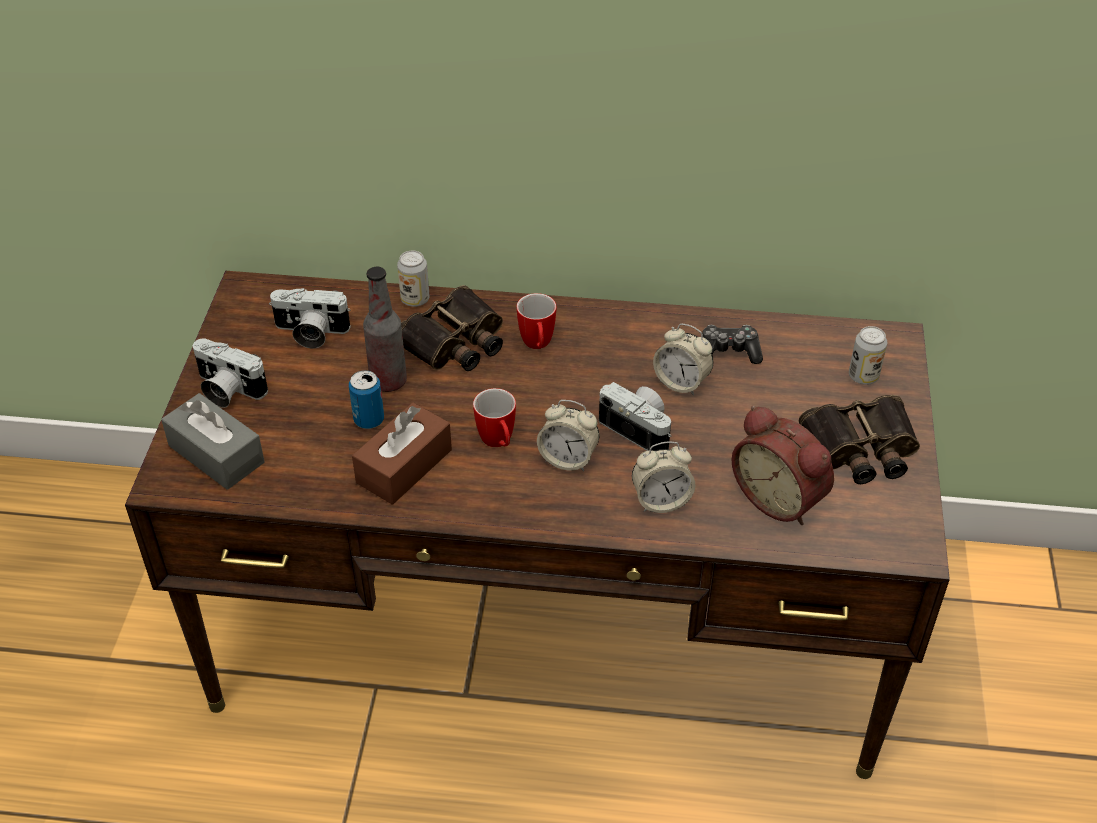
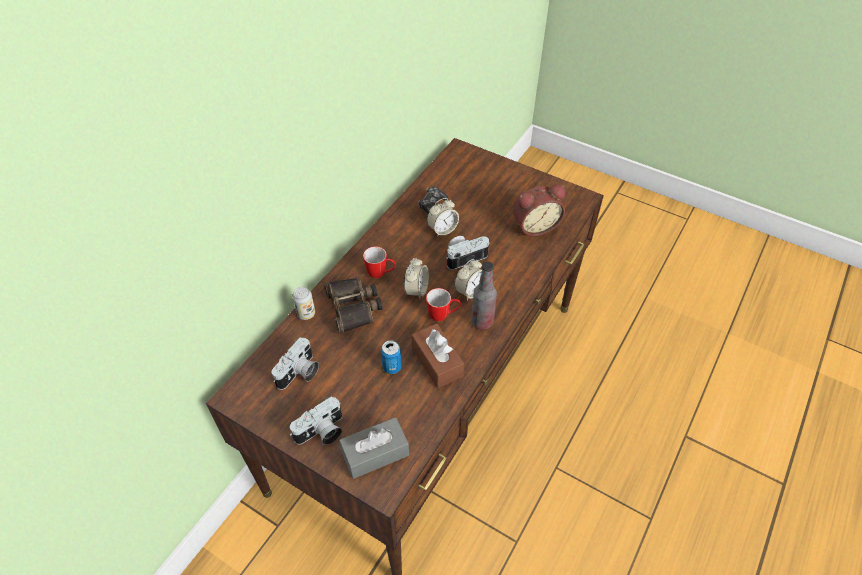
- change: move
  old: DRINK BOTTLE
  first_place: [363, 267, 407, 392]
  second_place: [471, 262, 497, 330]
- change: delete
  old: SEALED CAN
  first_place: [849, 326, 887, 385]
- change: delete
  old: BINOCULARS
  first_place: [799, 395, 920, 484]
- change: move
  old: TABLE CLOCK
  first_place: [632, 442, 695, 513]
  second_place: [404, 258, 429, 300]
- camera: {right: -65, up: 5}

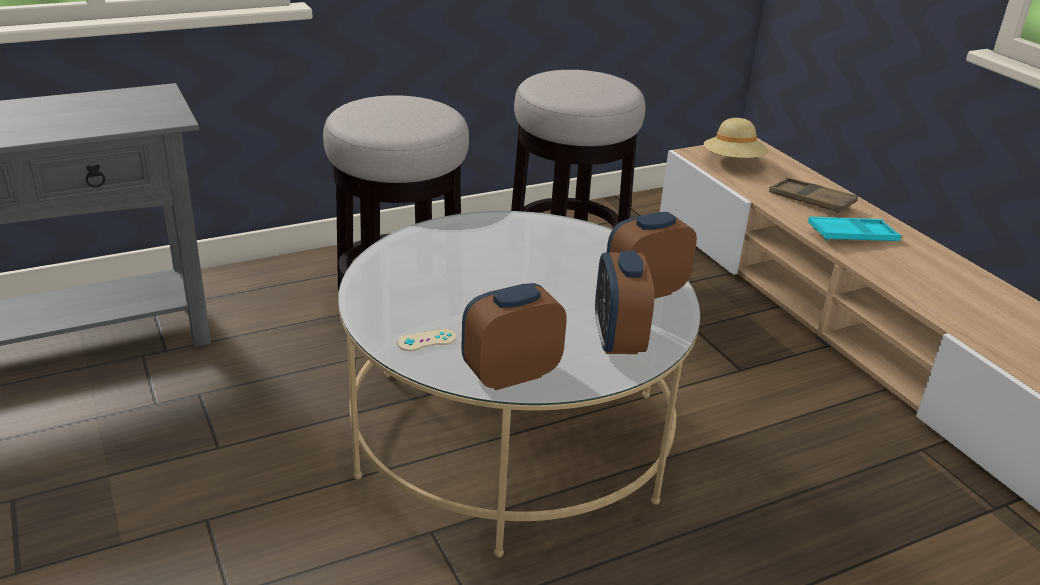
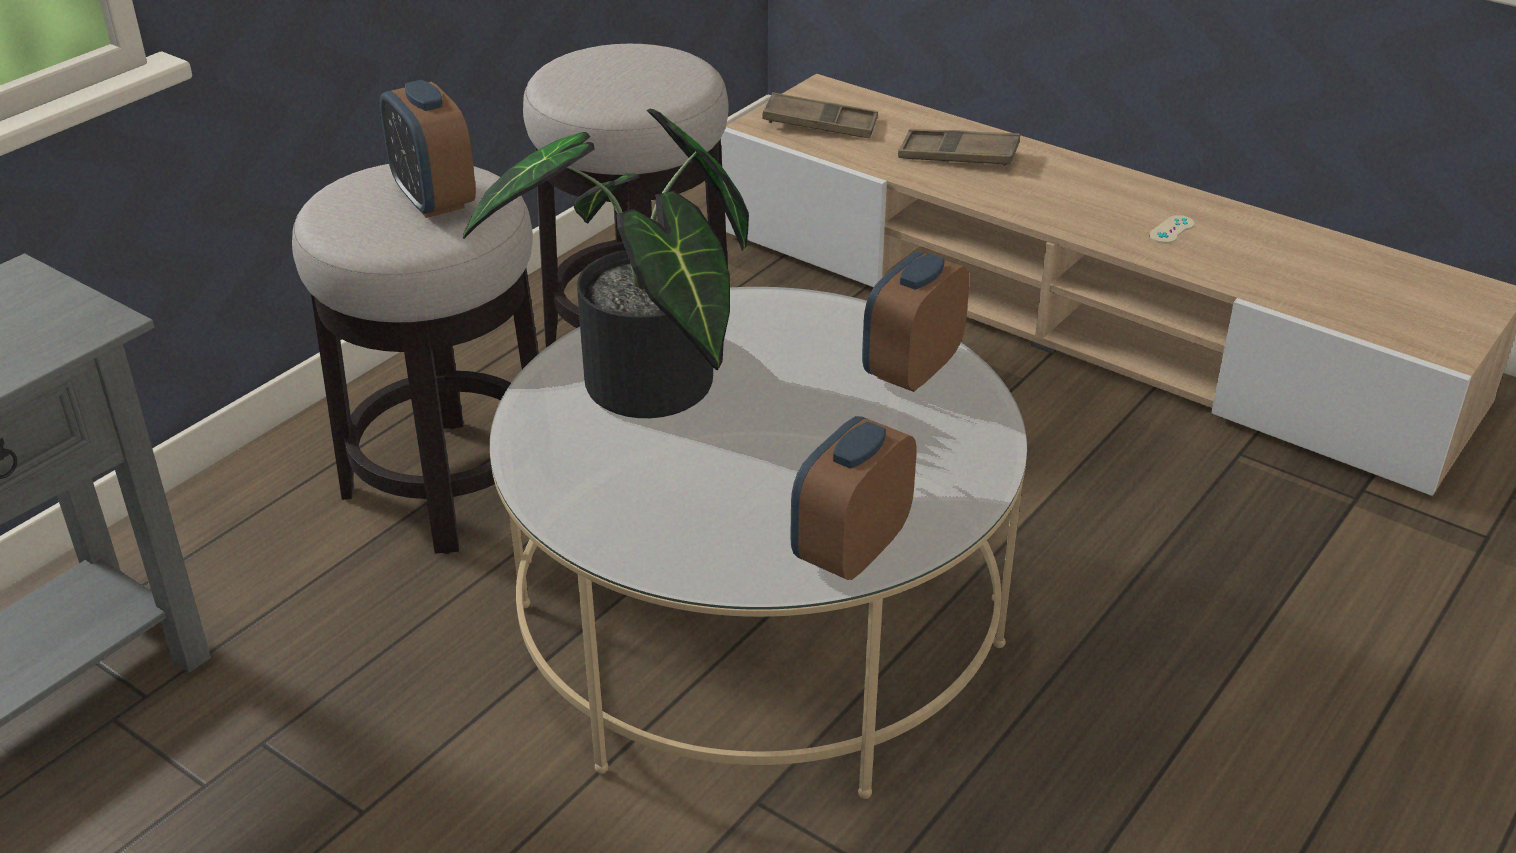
- change: replace
  old: SAND-COLOURED CLOTHING HAT
  new: BROWN-COLOURED CARRYING TRAY
  first_place: [704, 118, 769, 158]
  second_place: [762, 92, 878, 138]
- change: delete
  old: TURQUOISE CARRYING TRAY
  first_place: [808, 216, 901, 241]
- change: move
  old: TABLE CLOCK
  first_place: [595, 251, 654, 354]
  second_place: [380, 80, 476, 218]
- change: move
  old: SAND-COLOURED GAME CONTROLLER
  first_place: [397, 329, 456, 351]
  second_place: [1149, 215, 1195, 244]
- change: insert
  new: POTTED PLANT
  second_place: [463, 109, 749, 418]
- camera: {right: -25, up: 5}

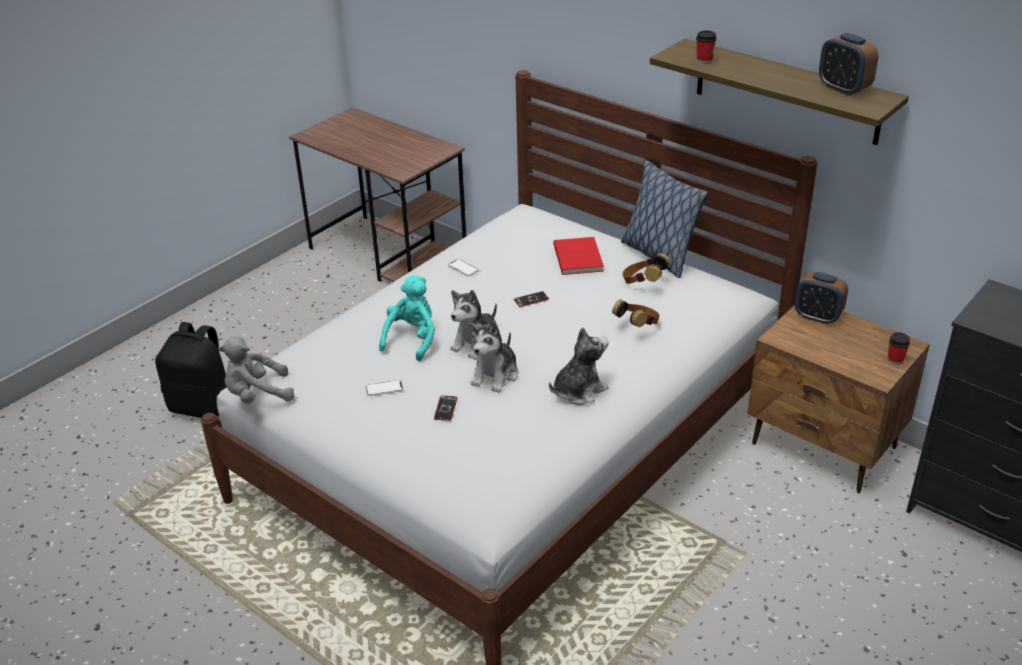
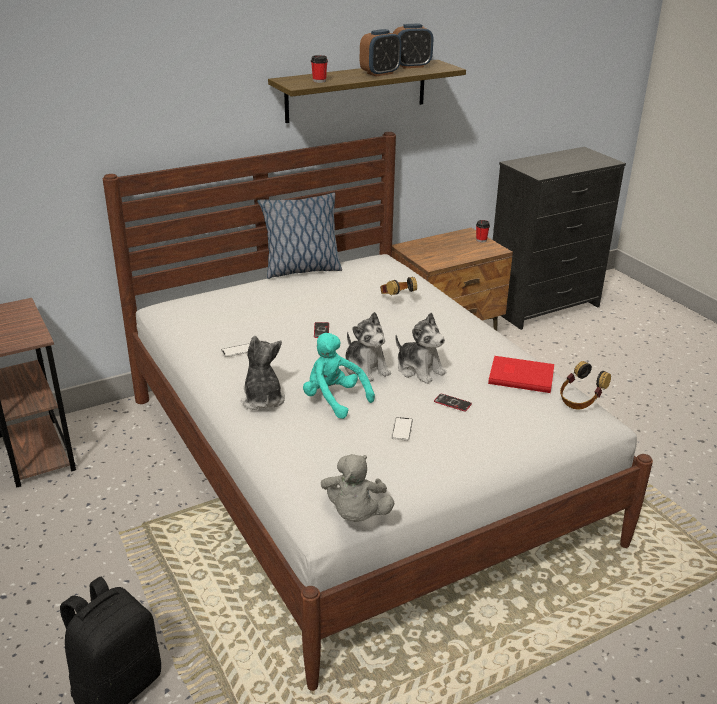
- change: move
  old: RED-COLOURED VOLUME
  first_place: [553, 237, 604, 275]
  second_place: [488, 356, 554, 393]
- change: move
  old: PAIR OF HEADPHONES
  first_place: [622, 253, 670, 284]
  second_place: [560, 361, 611, 410]
- change: move
  old: TABLE CLOCK
  first_place: [795, 271, 848, 325]
  second_place: [360, 29, 401, 77]
- change: move
  old: SOFT TOY
  first_place: [549, 327, 609, 405]
  second_place: [241, 336, 285, 410]
- camera: {right: -70, up: -5}

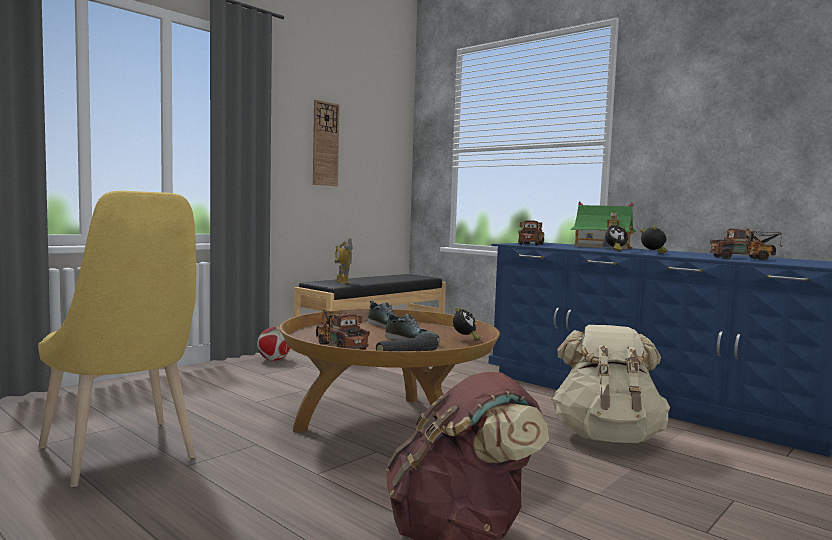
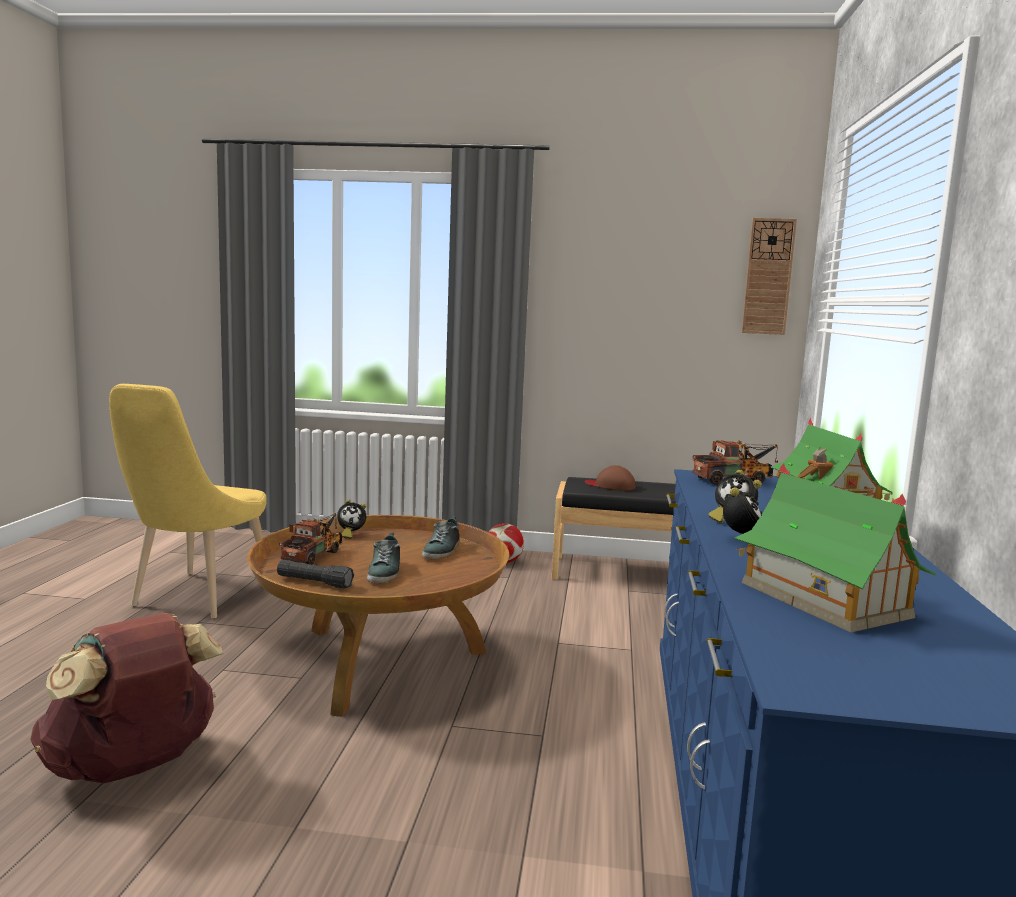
- change: move
  old: WALL CLOCK
  first_place: [313, 100, 340, 186]
  second_place: [742, 218, 797, 335]
- change: replace
  old: TOY TRUCK
  new: MODEL HOUSE
  first_place: [710, 228, 782, 260]
  second_place: [735, 463, 936, 632]
- change: replace
  old: ROBOT FIGURE
  new: BROWN-COLOURED BASEBALL CAP
  first_place: [335, 238, 353, 284]
  second_place: [585, 465, 636, 491]
- change: move
  old: TABLE CLOCK
  first_place: [453, 307, 480, 341]
  second_place: [337, 499, 366, 539]
- change: delete
  old: SAND-COLOURED BACKPACK
  first_place: [551, 325, 670, 443]
- camera: {right: 55, up: 5}

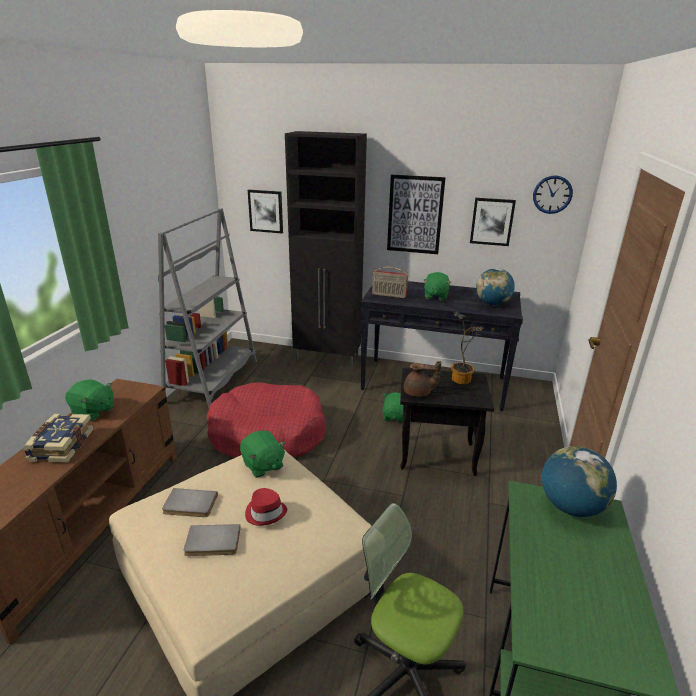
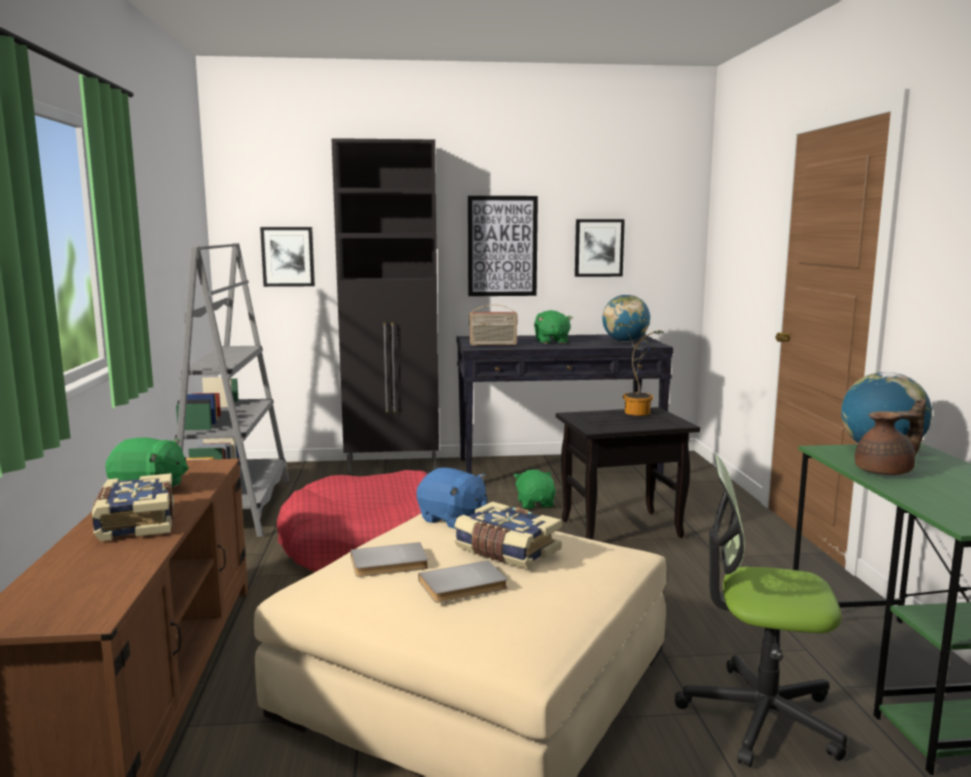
- change: delete
  old: WALL CLOCK
  first_place: [533, 175, 573, 214]
- change: move
  old: BROWN-COLOURED TEAPOT
  first_place: [404, 361, 441, 397]
  second_place: [855, 398, 926, 475]
- change: recolor
  old: GREENISH SOFT TOY
  new: BLUISH SOFT TOY
  first_place: [240, 431, 286, 478]
  second_place: [416, 468, 487, 529]
- change: replace
  old: RED-COLOURED CLOTHING HAT
  new: VOLUME
  first_place: [245, 488, 287, 526]
  second_place: [454, 502, 562, 569]
- camera: {right: -20, up: -15}

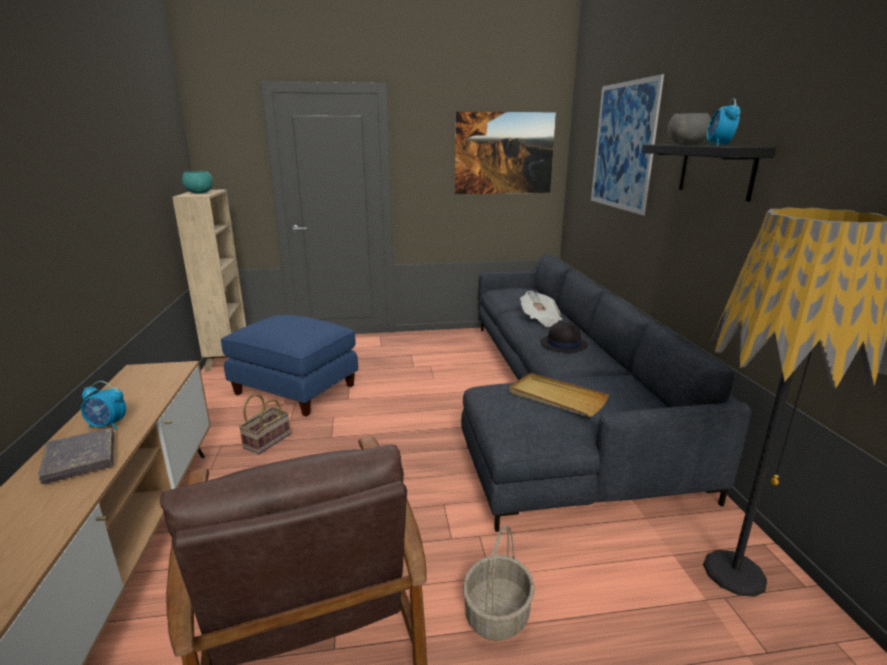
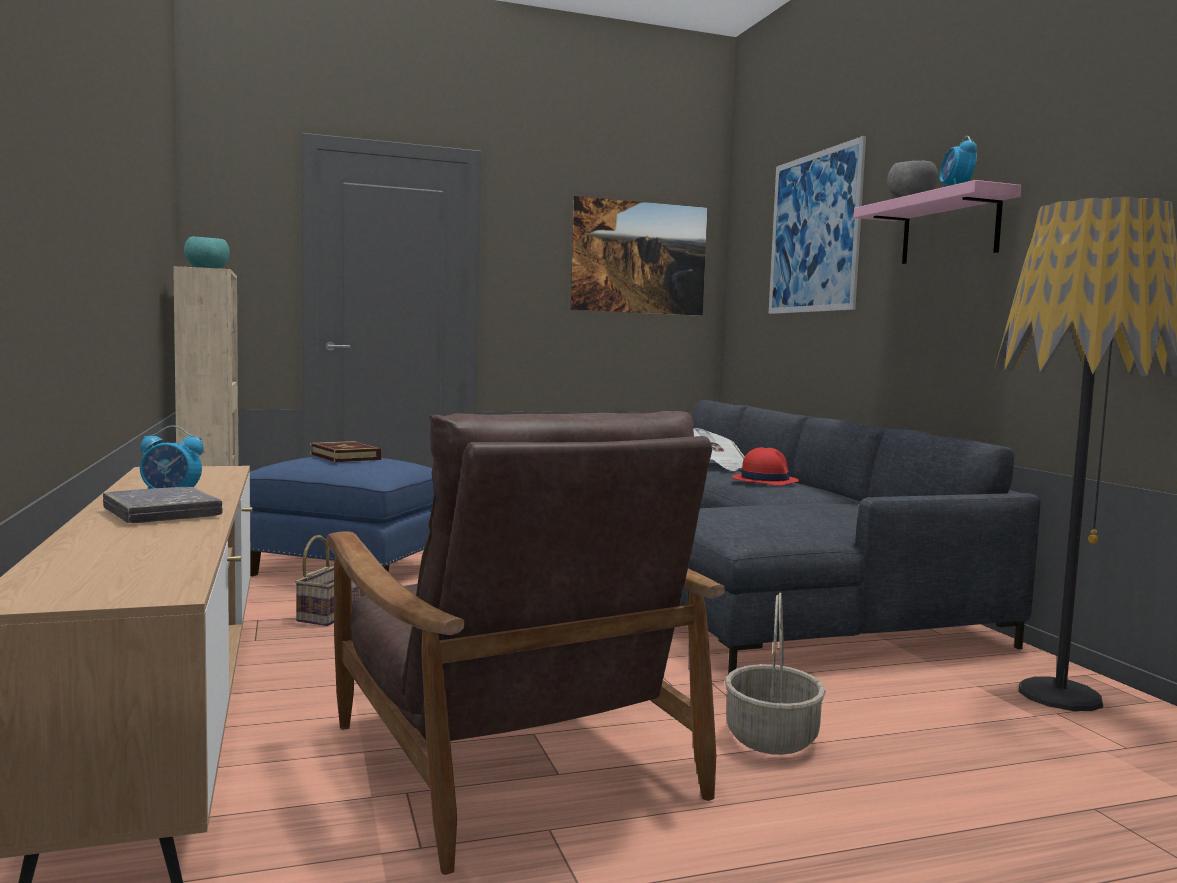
- change: recolor
  old: BLACKISH BRACKET SHELF
  new: PINK BRACKET SHELF
  first_place: [642, 144, 776, 202]
  second_place: [854, 180, 1021, 264]
- change: recolor
  old: BLACKISH CLOTHING HAT
  new: RED-COLOURED CLOTHING HAT
  first_place: [541, 321, 588, 354]
  second_place: [732, 447, 799, 486]
- change: delete
  old: SAND-COLOURED CARRYING TRAY
  first_place: [509, 373, 609, 417]
- change: insert
  new: VOLUME
  second_place: [310, 441, 382, 462]
- camera: {right: -10, up: -15}

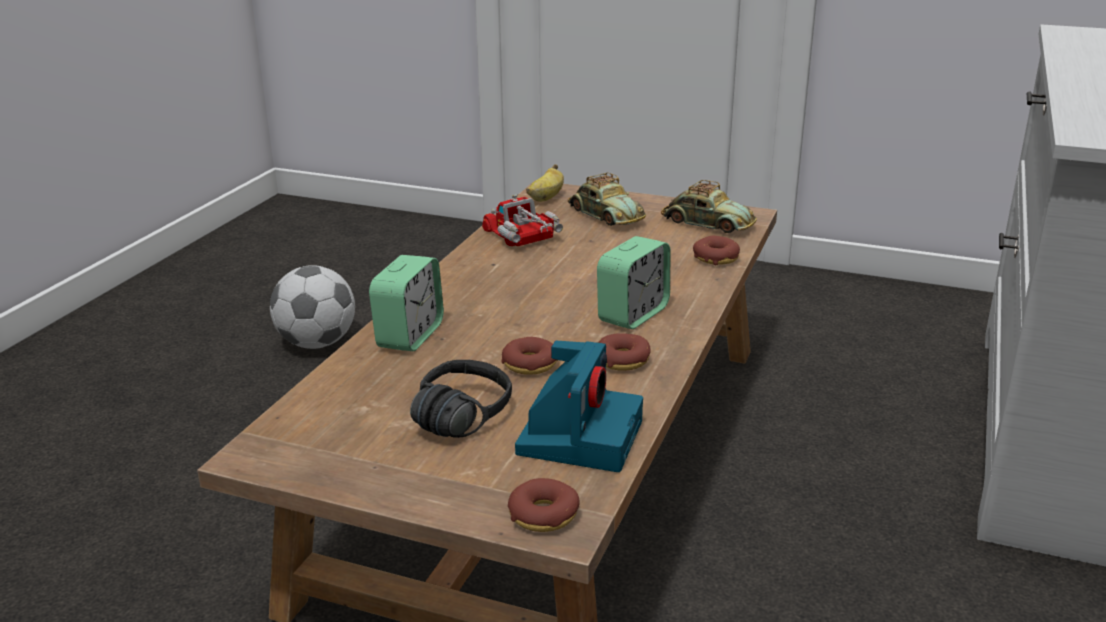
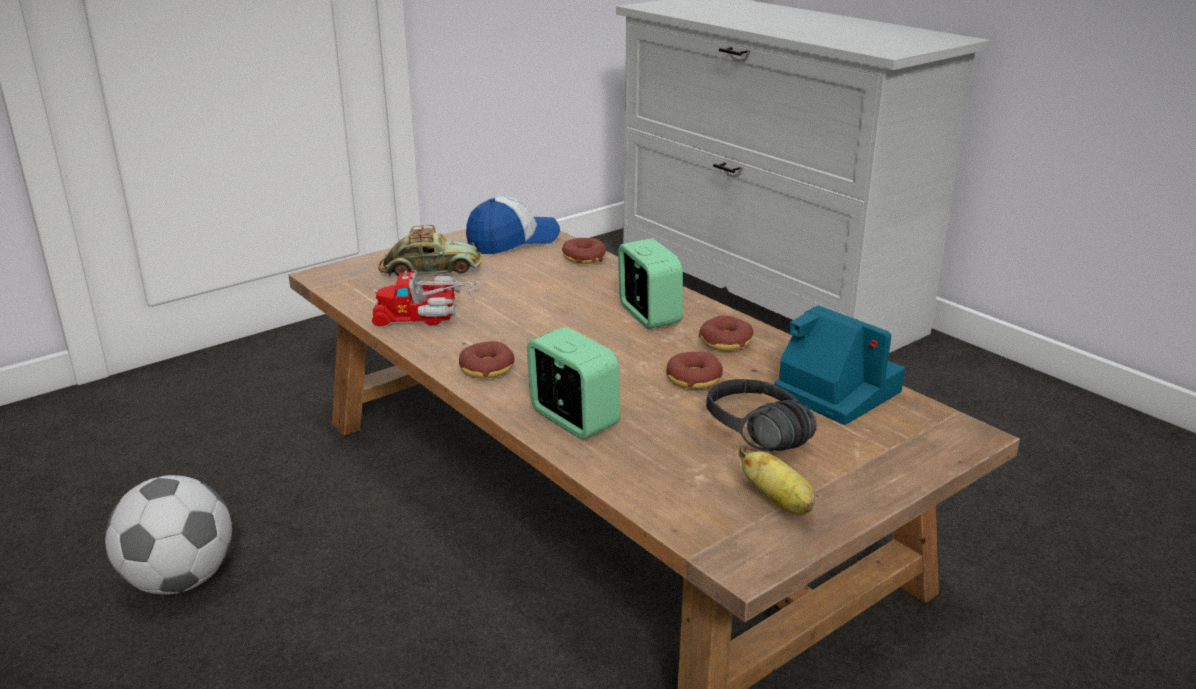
- change: move
  old: BANANA FRUIT
  first_place: [526, 164, 564, 202]
  second_place: [738, 444, 815, 515]
- change: replace
  old: MINIATURE CAR
  new: BASEBALL CAP
  first_place: [661, 180, 757, 233]
  second_place: [466, 197, 560, 254]
- change: move
  old: RING DOUGHNUT
  first_place: [508, 478, 580, 532]
  second_place: [459, 341, 515, 378]
- camera: {right: -60, up: 0}

